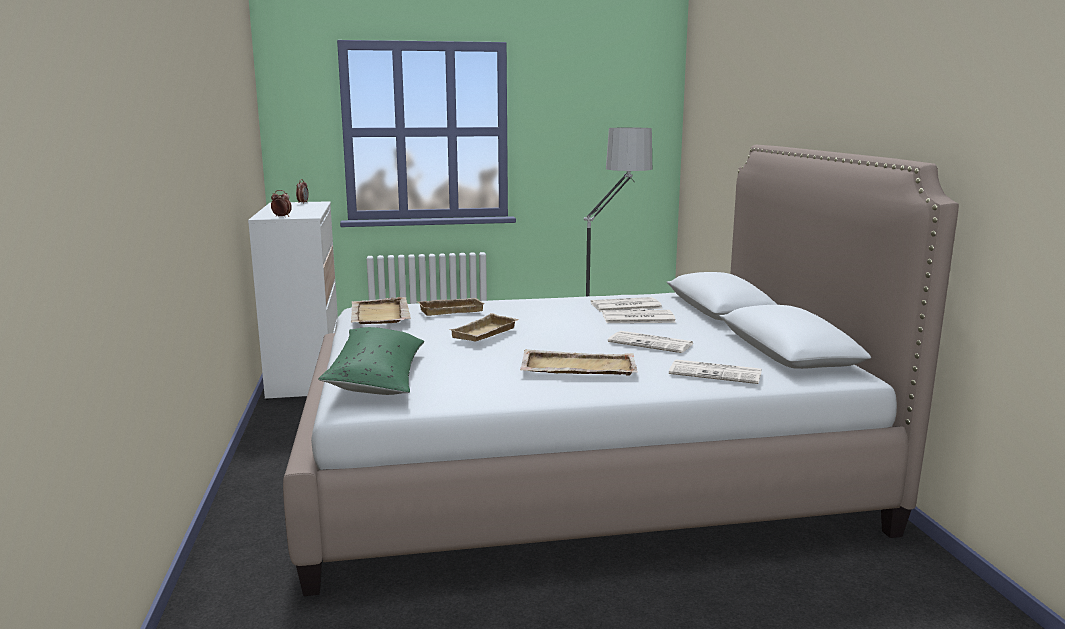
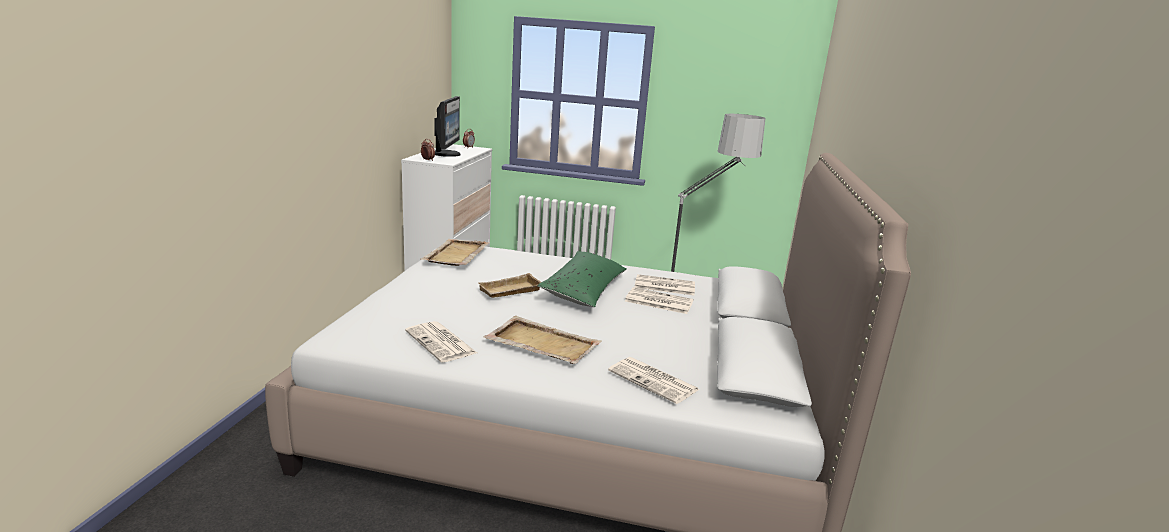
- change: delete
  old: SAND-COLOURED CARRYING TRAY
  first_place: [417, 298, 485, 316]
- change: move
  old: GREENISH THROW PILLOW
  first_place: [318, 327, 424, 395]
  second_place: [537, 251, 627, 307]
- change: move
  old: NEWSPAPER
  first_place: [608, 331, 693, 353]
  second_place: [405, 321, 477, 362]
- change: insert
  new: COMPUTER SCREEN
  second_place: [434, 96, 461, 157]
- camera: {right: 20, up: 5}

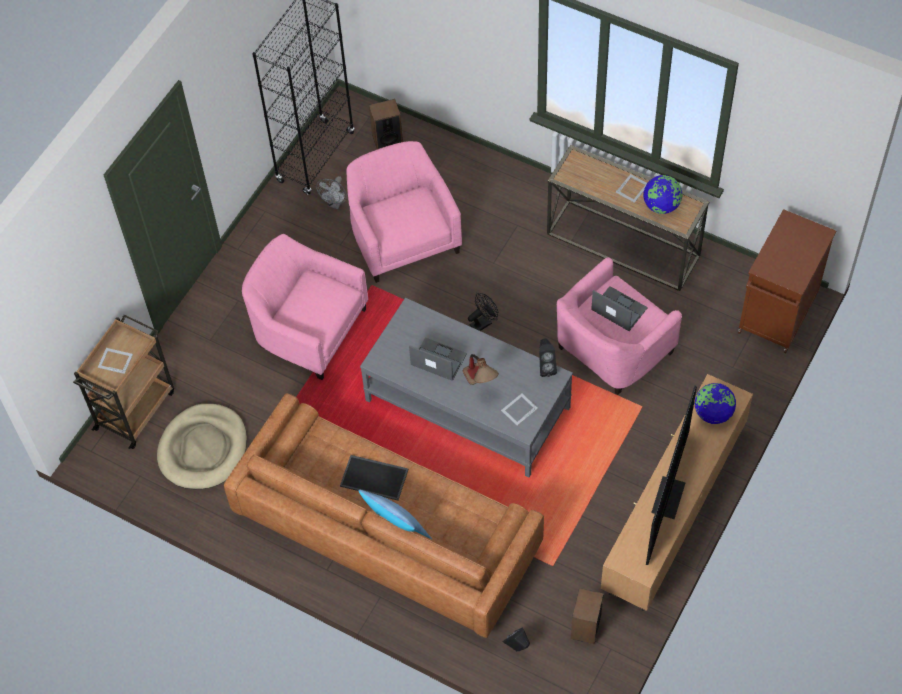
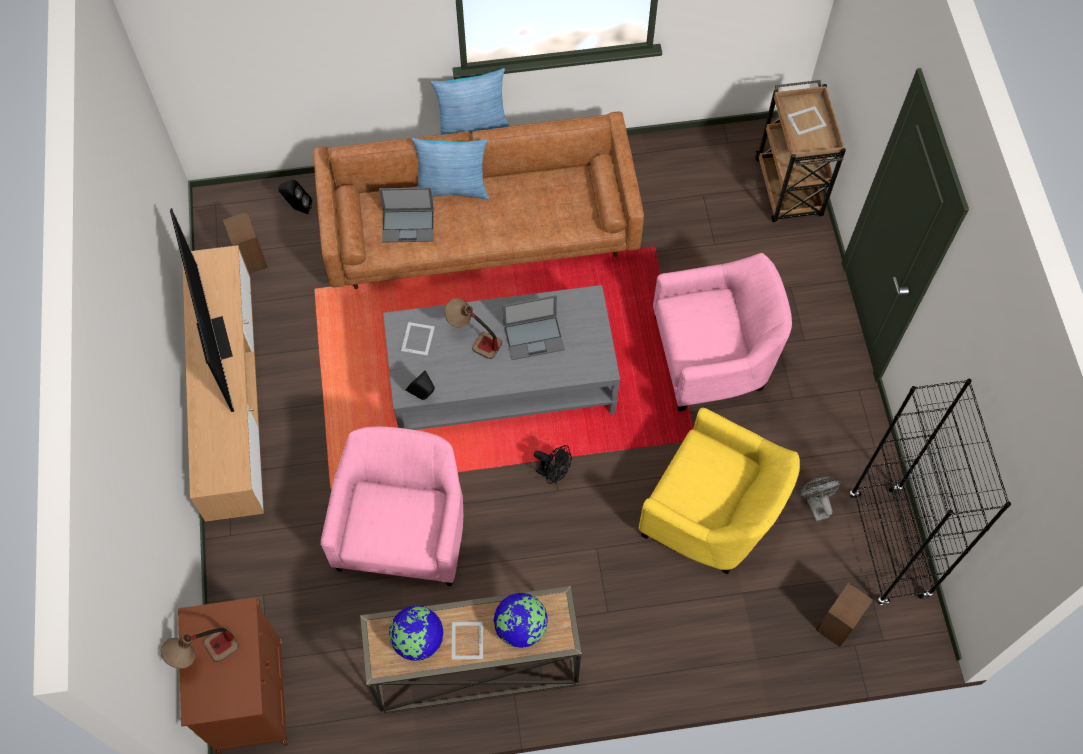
- change: recolor
  old: PINK ARMCHAIR
  new: YELLOW-COLOURED ARMCHAIR
  first_place: [347, 141, 462, 283]
  second_place: [638, 408, 800, 574]
- change: move
  old: NOTEBOOK COMPUTER
  first_place: [591, 286, 648, 331]
  second_place: [379, 187, 434, 243]
- change: rotate
  old: BLACKISH ELECTRIC FAN
  first_place: [468, 293, 498, 331]
  second_place: [534, 445, 572, 484]
  degrees: -75
- change: move
  old: GLOBE
  first_place: [694, 383, 736, 424]
  second_place: [494, 593, 548, 648]
- change: delete
  old: SAND-COLOURED PET BED
  first_place: [157, 403, 247, 489]
- change: delete
  old: CARRYING TRAY
  first_place: [340, 455, 409, 501]
- change: insert
  new: THROW PILLOW
  second_place: [430, 68, 510, 135]
- change: insert
  new: TABLE LAMP
  second_place: [160, 627, 239, 669]
- camera: {right: 140, up: 5}

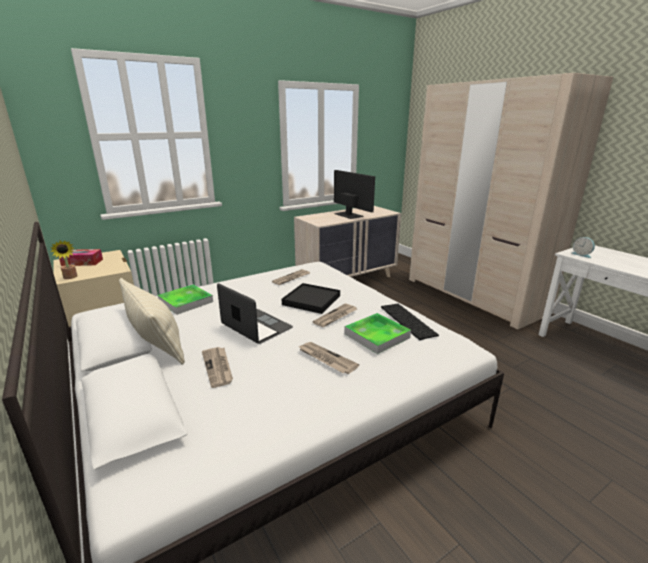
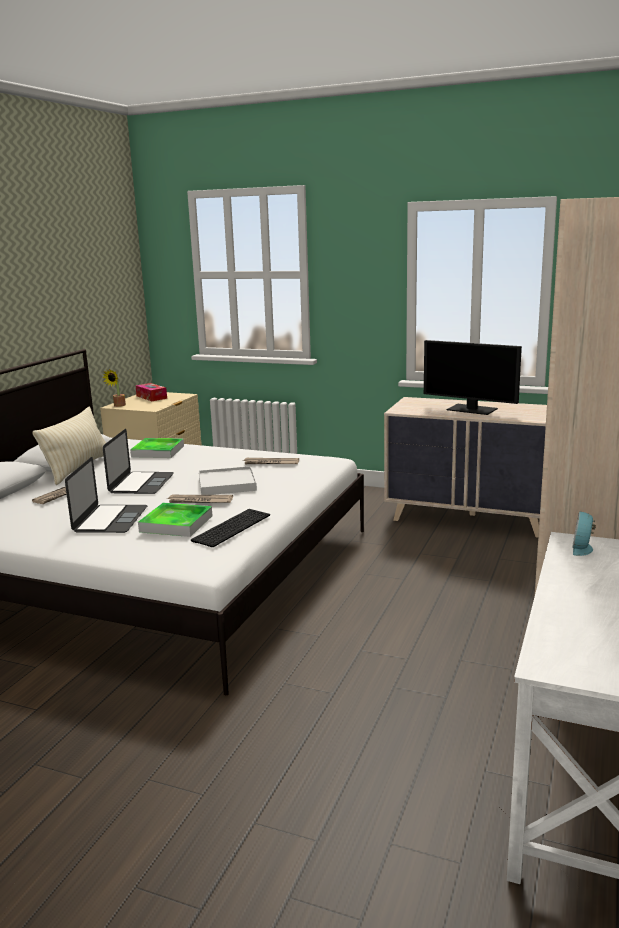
- change: rotate
  old: COMPUTER SCREEN
  first_place: [334, 170, 375, 219]
  second_place: [424, 340, 522, 415]
  degrees: 105
- change: recolor
  old: BLACKISH CARRYING TRAY
  new: WHITE-COLOURED CARRYING TRAY
  first_place: [282, 283, 340, 314]
  second_place: [199, 466, 257, 495]
- change: replace
  old: NEWSPAPER
  new: NOTEBOOK COMPUTER
  first_place: [298, 342, 359, 374]
  second_place: [65, 457, 147, 533]
- camera: {right: 55, up: -5}

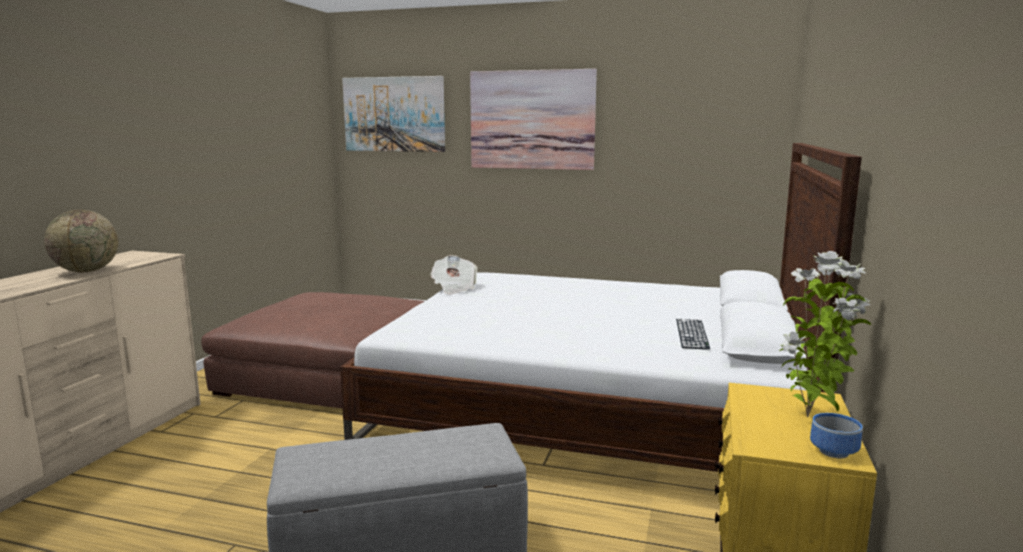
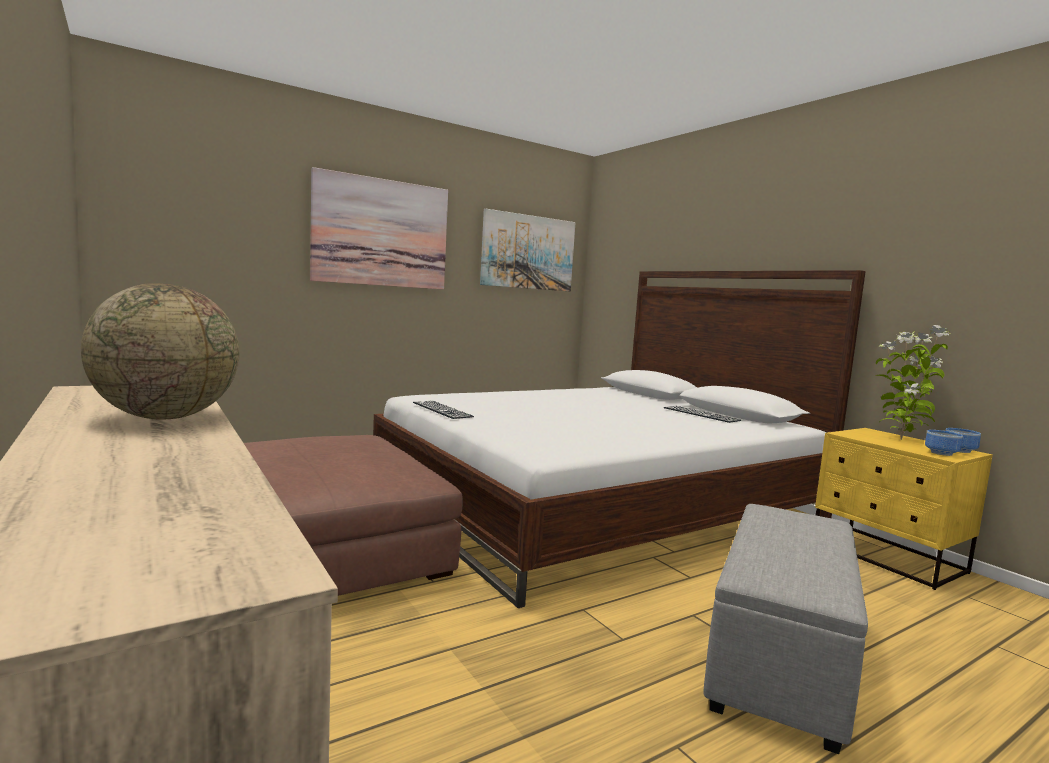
- change: move
  old: WALL PICTURE
  first_place: [342, 76, 445, 152]
  second_place: [480, 209, 575, 291]
- change: replace
  old: NEWSPAPER
  new: PC KEYBOARD
  first_place: [430, 255, 478, 294]
  second_place: [413, 401, 474, 419]
- change: insert
  new: SERVING BOWL
  second_place: [925, 430, 963, 456]
- camera: {right: -50, up: -5}

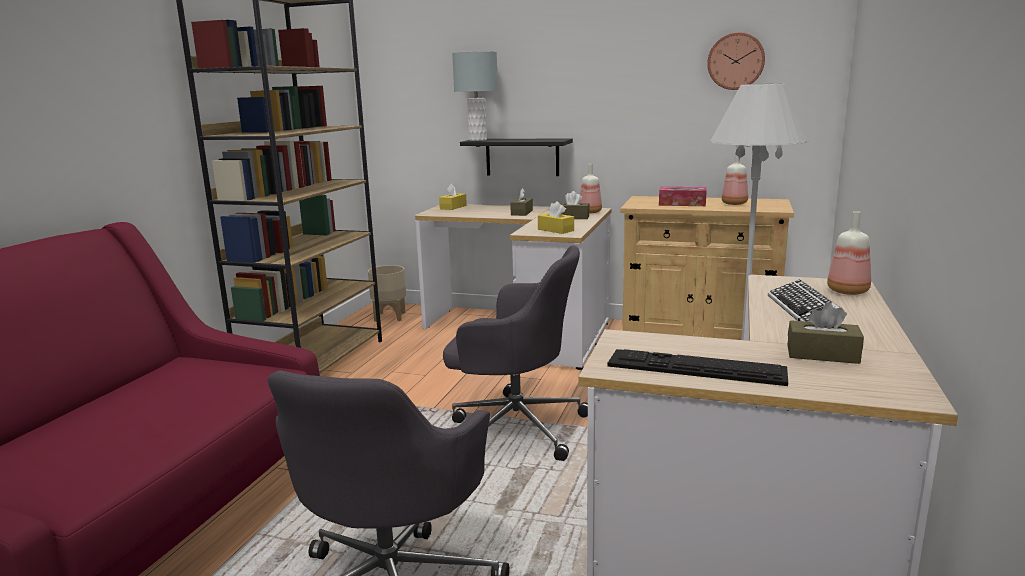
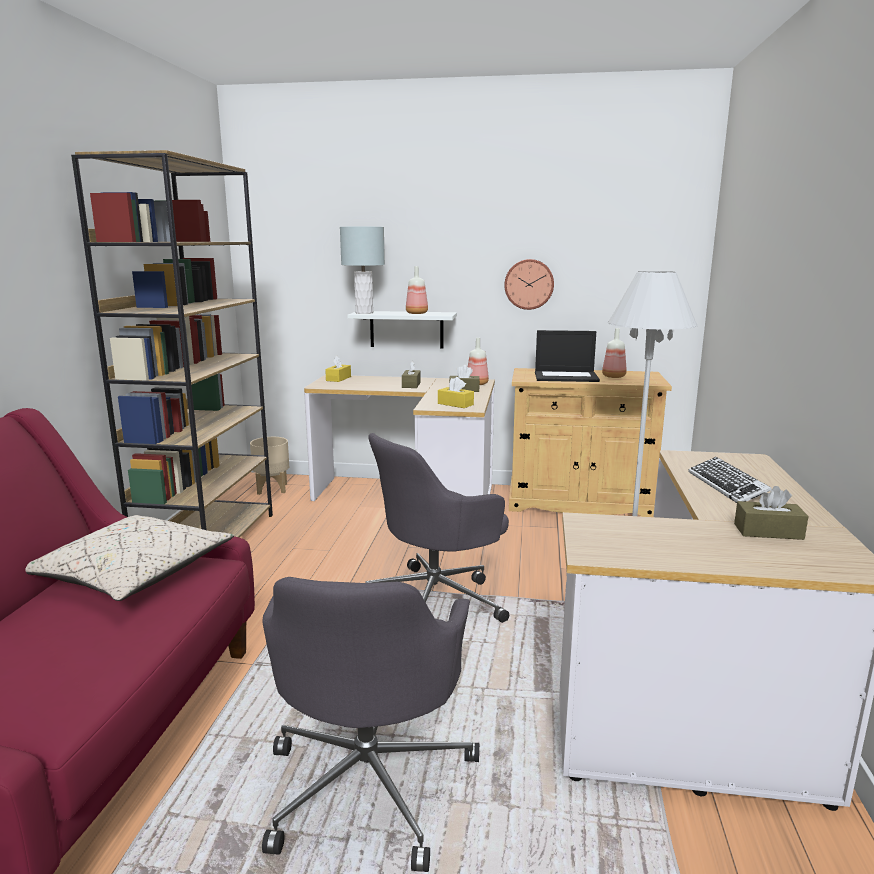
- change: move
  old: WALL CLOCK
  first_place: [707, 32, 765, 90]
  second_place: [504, 259, 554, 310]
- change: recolor
  old: BLACKISH BRACKET SHELF
  new: WHITE-COLOURED BRACKET SHELF
  first_place: [460, 138, 573, 176]
  second_place: [347, 311, 457, 348]
- change: replace
  old: TISSUE HOLDER
  new: NOTEBOOK COMPUTER
  first_place: [659, 187, 707, 206]
  second_place: [535, 330, 600, 382]
- change: move
  old: DRINK BOTTLE
  first_place: [827, 211, 871, 295]
  second_place: [406, 266, 428, 314]
- change: rotate
  old: GRAY OFFICE CHAIR
  first_place: [443, 246, 588, 461]
  second_place: [365, 433, 509, 623]
  degrees: 135
- change: delete
  old: PC KEYBOARD
  first_place: [607, 349, 788, 386]
- change: insert
  new: SAND-COLOURED THROW PILLOW
  second_place: [26, 515, 234, 601]
- camera: {right: -10, up: 0}

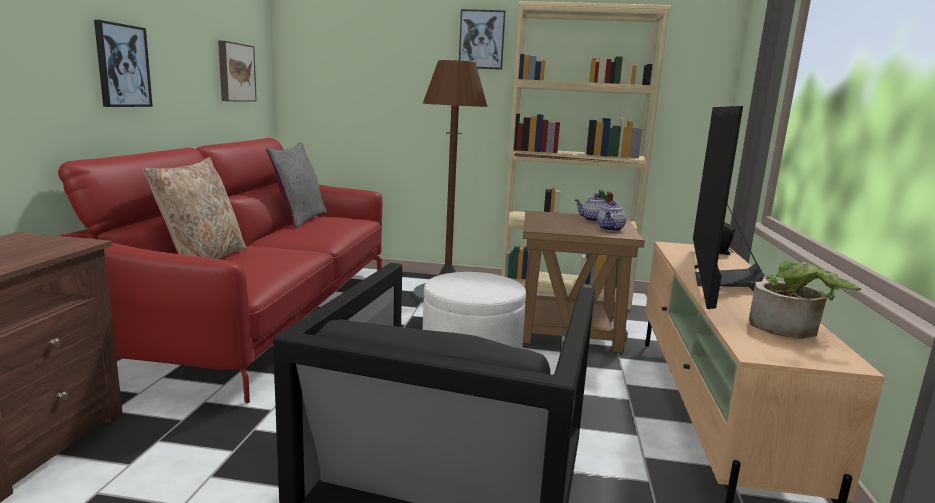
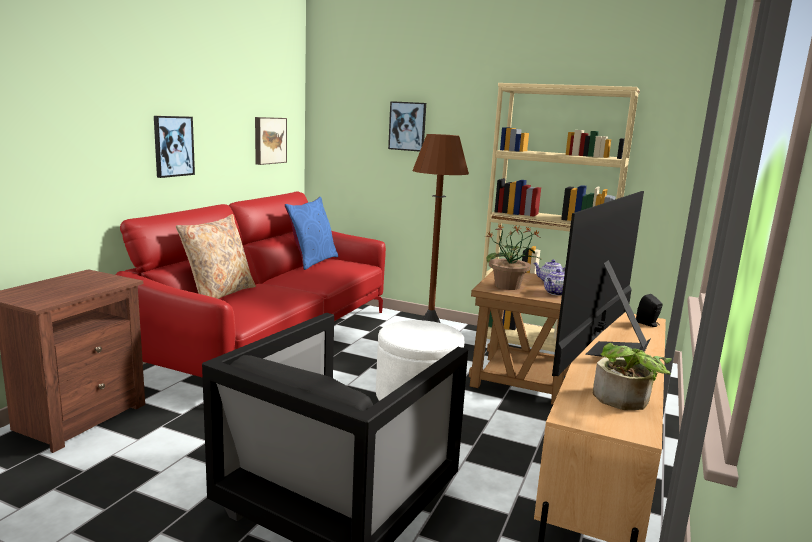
- change: move
  old: WALL PICTURE
  first_place: [459, 9, 506, 70]
  second_place: [388, 101, 426, 152]
- change: recolor
  old: GRAY THROW PILLOW
  new: BLUISH THROW PILLOW
  first_place: [266, 142, 327, 228]
  second_place: [285, 197, 338, 270]
- change: insert
  new: POTTED PLANT
  second_place: [485, 224, 543, 290]
- camera: {right: 15, up: 0}

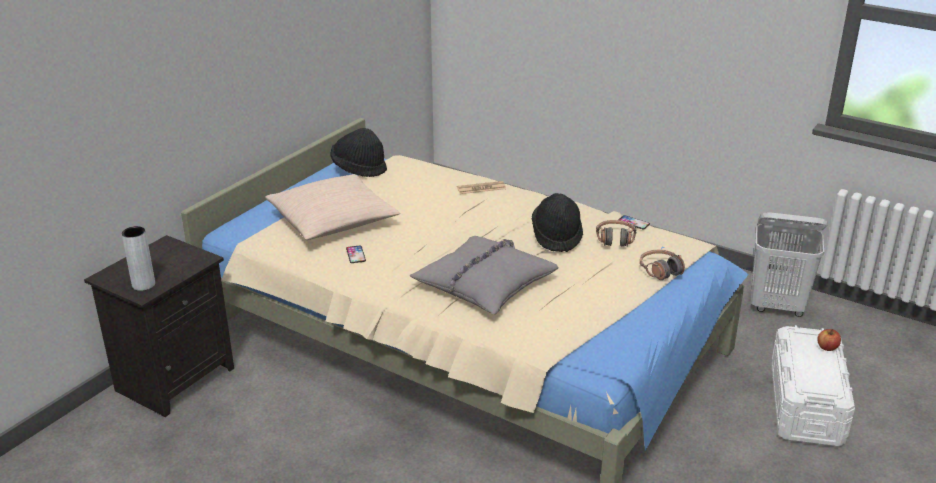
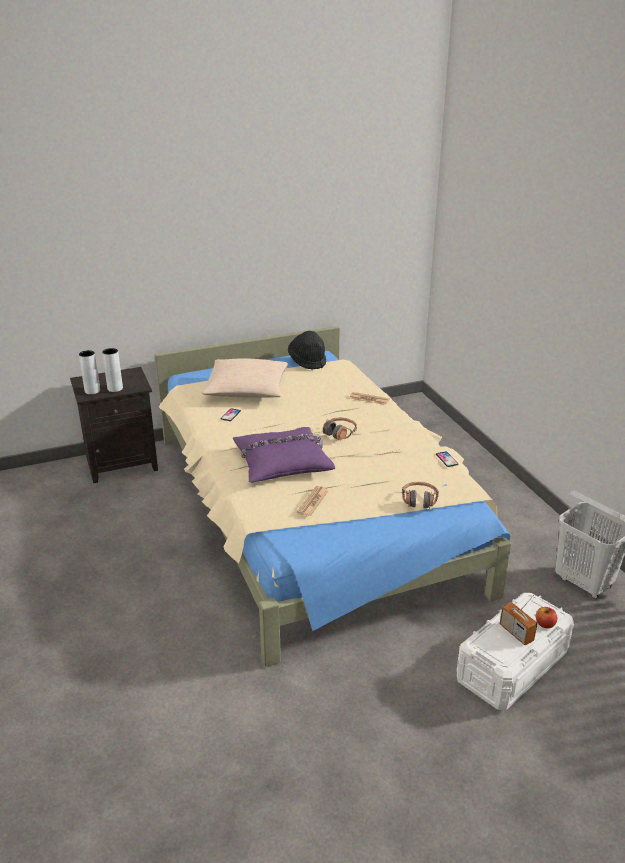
- change: delete
  old: BLACKISH CLOTHING HAT
  first_place: [532, 193, 583, 252]
- change: move
  old: PAIR OF HEADPHONES
  first_place: [596, 220, 636, 247]
  second_place: [323, 417, 357, 440]
- change: recolor
  old: GRAY THROW PILLOW
  new: PURPLE-COLOURED THROW PILLOW
  first_place: [409, 236, 559, 315]
  second_place: [233, 427, 335, 483]
- change: insert
  new: GRAY VASE
  second_place: [102, 348, 123, 392]
- change: insert
  new: NEWSPAPER
  second_place: [297, 486, 328, 516]
- change: insert
  new: RADIO
  second_place: [500, 595, 537, 645]
- camera: {right: 35, up: 0}

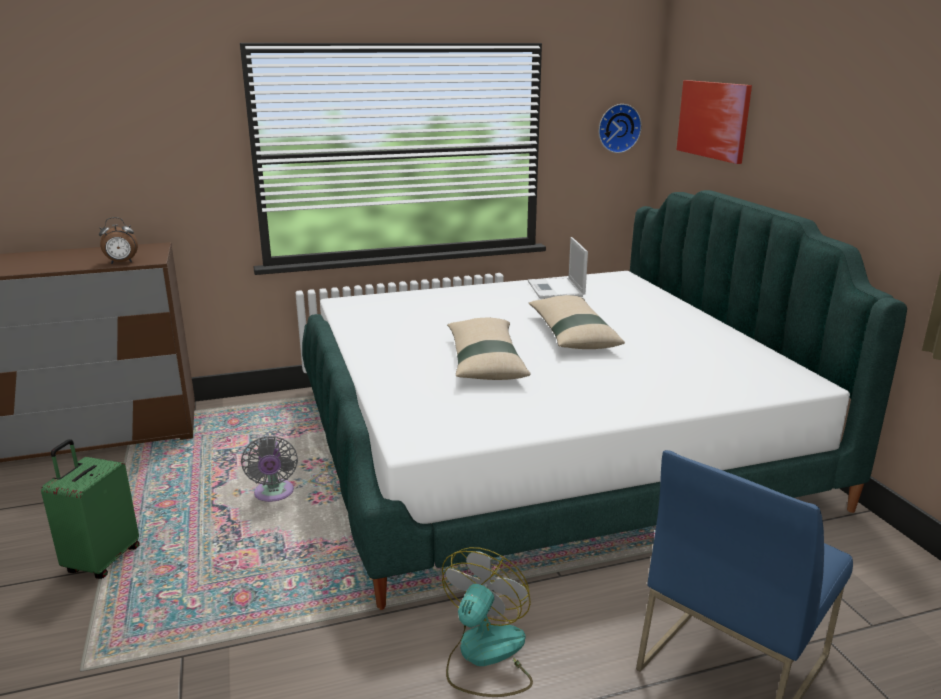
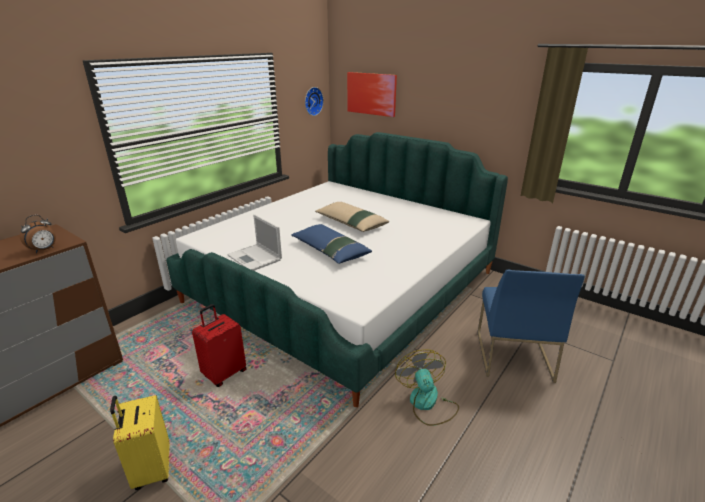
- change: move
  old: NOTEBOOK COMPUTER
  first_place: [528, 237, 588, 299]
  second_place: [227, 214, 282, 271]
- change: recolor
  old: SAND-COLOURED THROW PILLOW
  new: BLUISH THROW PILLOW
  first_place: [447, 318, 531, 380]
  second_place: [291, 224, 372, 264]
- change: replace
  old: GRAY ELECTRIC FAN
  new: RED-COLOURED PIECE OF LUGGAGE
  first_place: [241, 436, 298, 502]
  second_place: [192, 304, 247, 387]
- change: recolor
  old: GREENISH PIECE OF LUGGAGE
  new: YELLOW-COLOURED PIECE OF LUGGAGE
  first_place: [41, 439, 140, 579]
  second_place: [110, 395, 170, 490]
- camera: {right: -35, up: 5}

